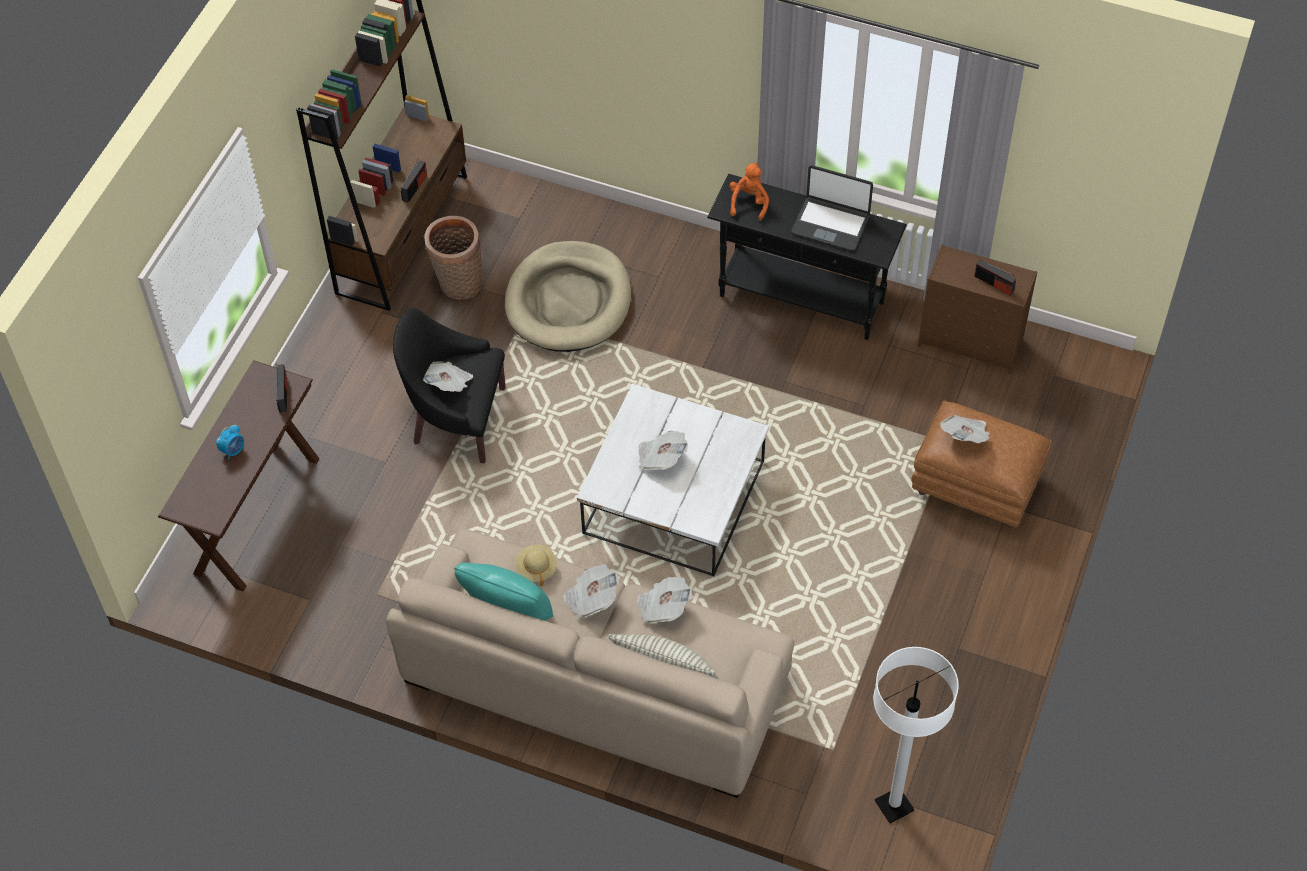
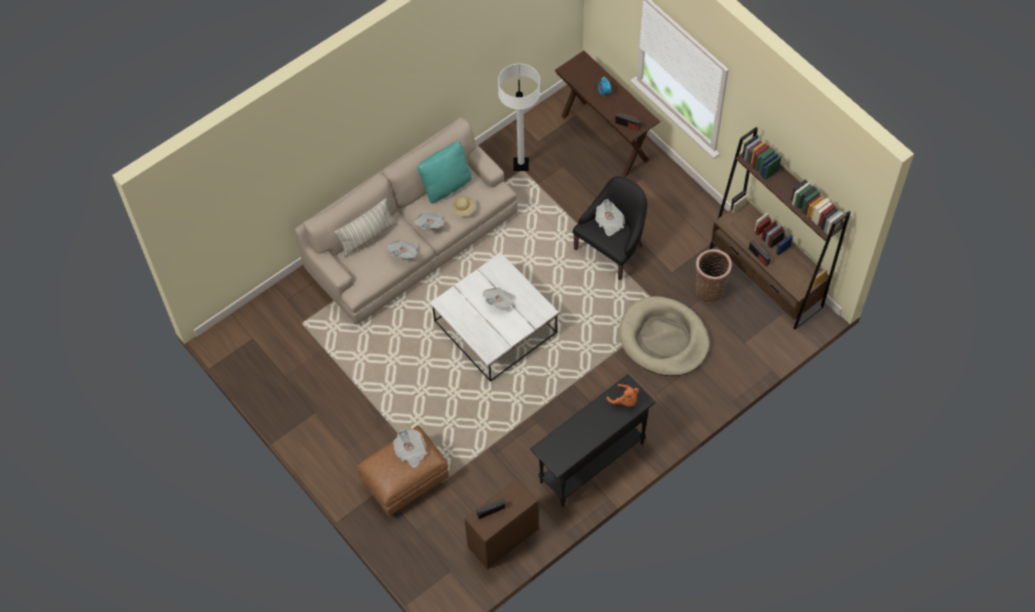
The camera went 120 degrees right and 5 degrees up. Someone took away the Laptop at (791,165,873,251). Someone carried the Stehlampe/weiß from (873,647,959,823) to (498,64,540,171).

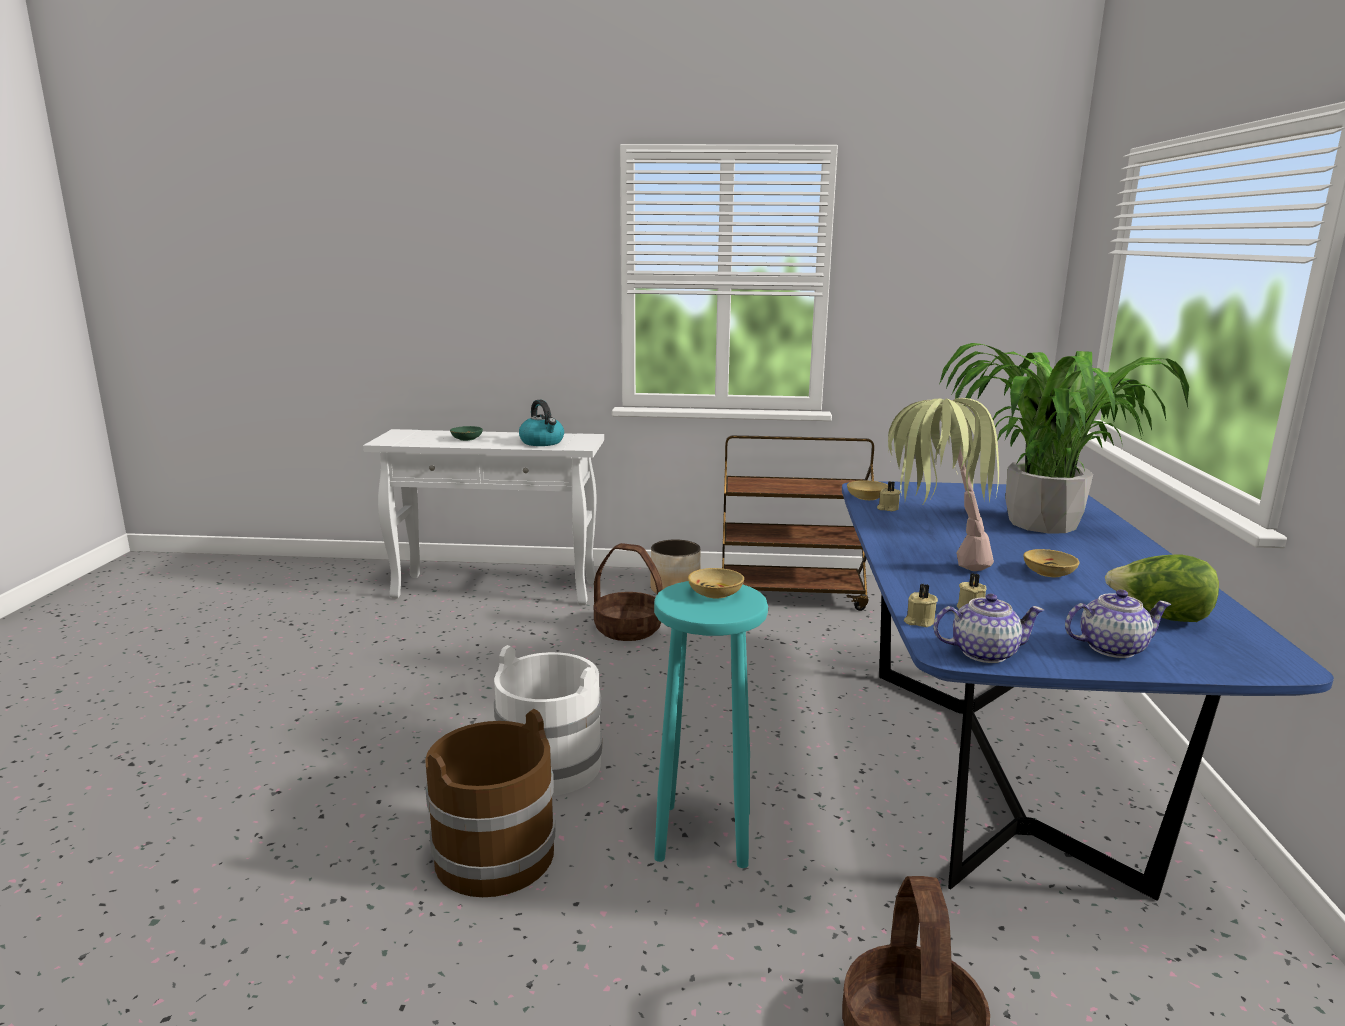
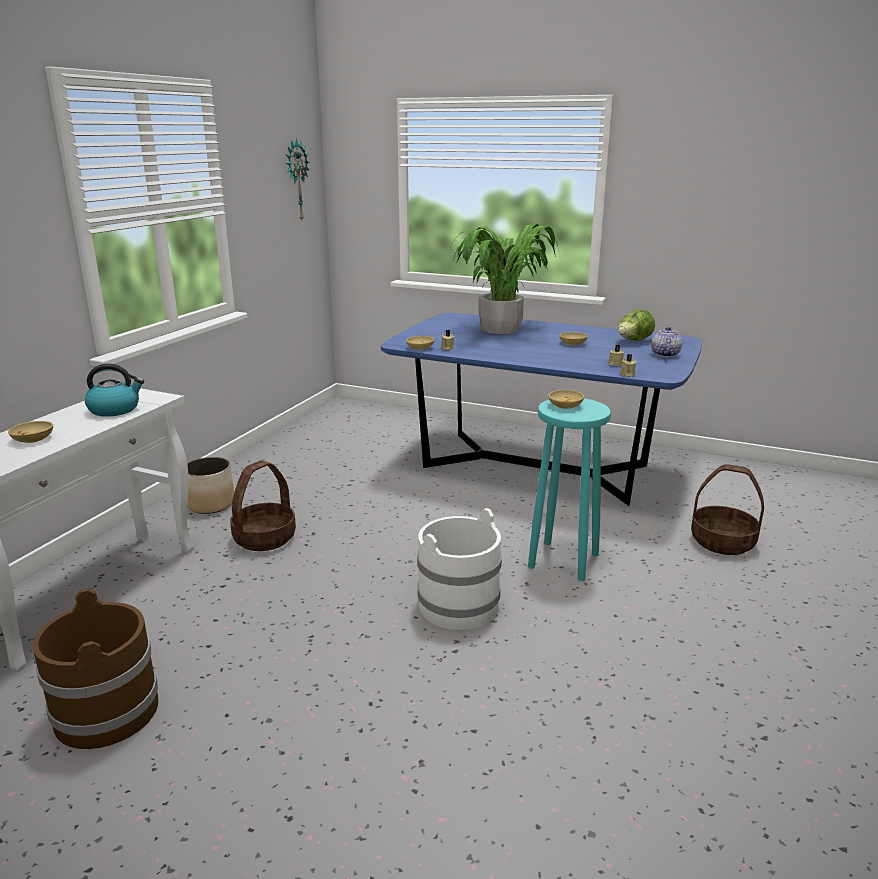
The camera went 70 degrees left and 5 degrees up. Someone took away the Rollwagen/braun at (722,435,874,611). Someone took away the Topfpflanze at (888,398,999,571). Someone took away the Teekanne at (933,594,1044,663). Someone put up the Wanduhr at (285,139,310,220). Someone carried the Eimer/braun from (425,709,555,897) to (33,588,158,749). Someone repainted the Schüssel/grün at (450,426,483,441), which became the Schüssel/beige at (8,421,53,443).

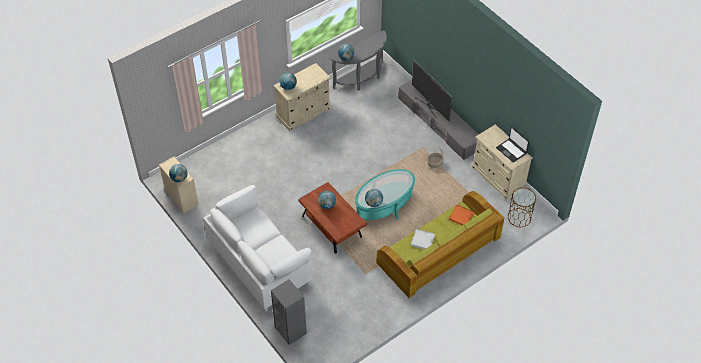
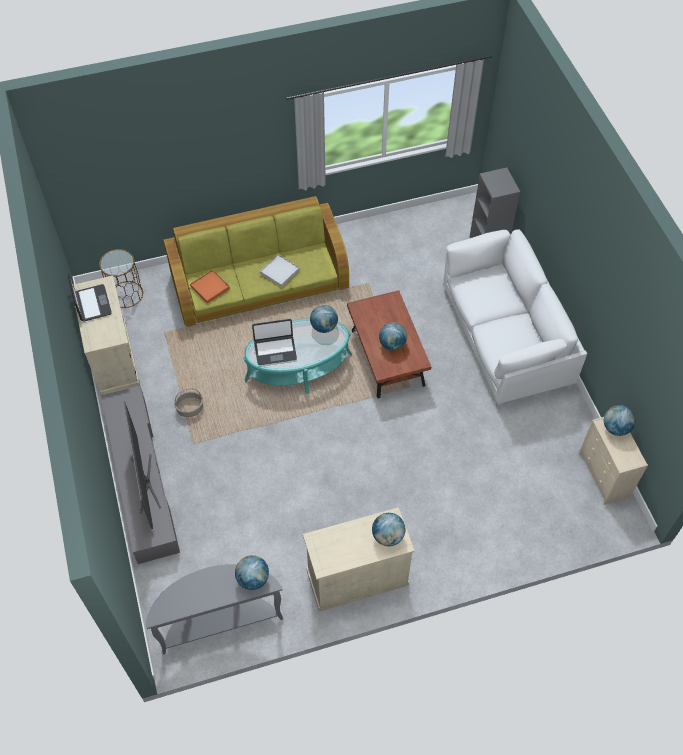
The camera went 160 degrees left and 5 degrees up. Someone put down the Laptop at (252,319,297,365).

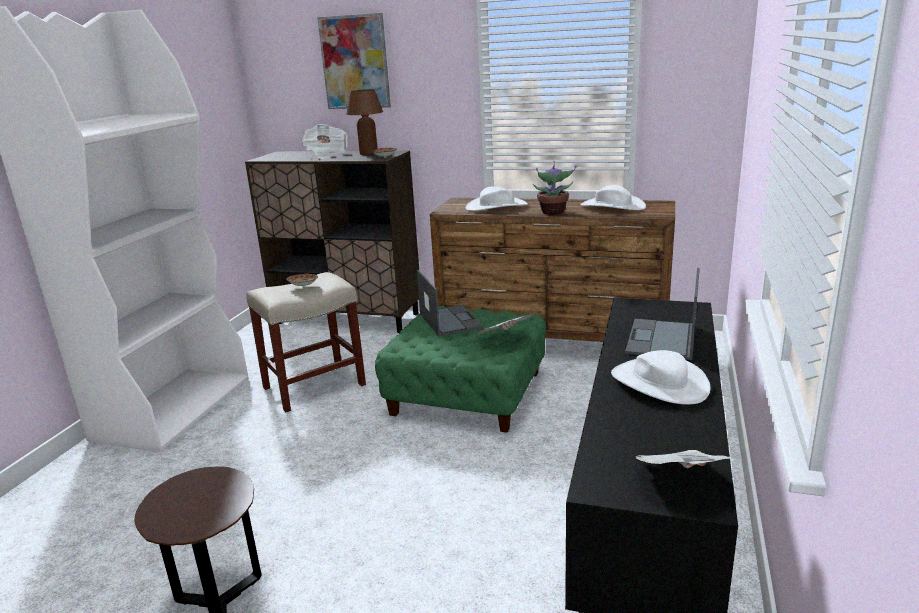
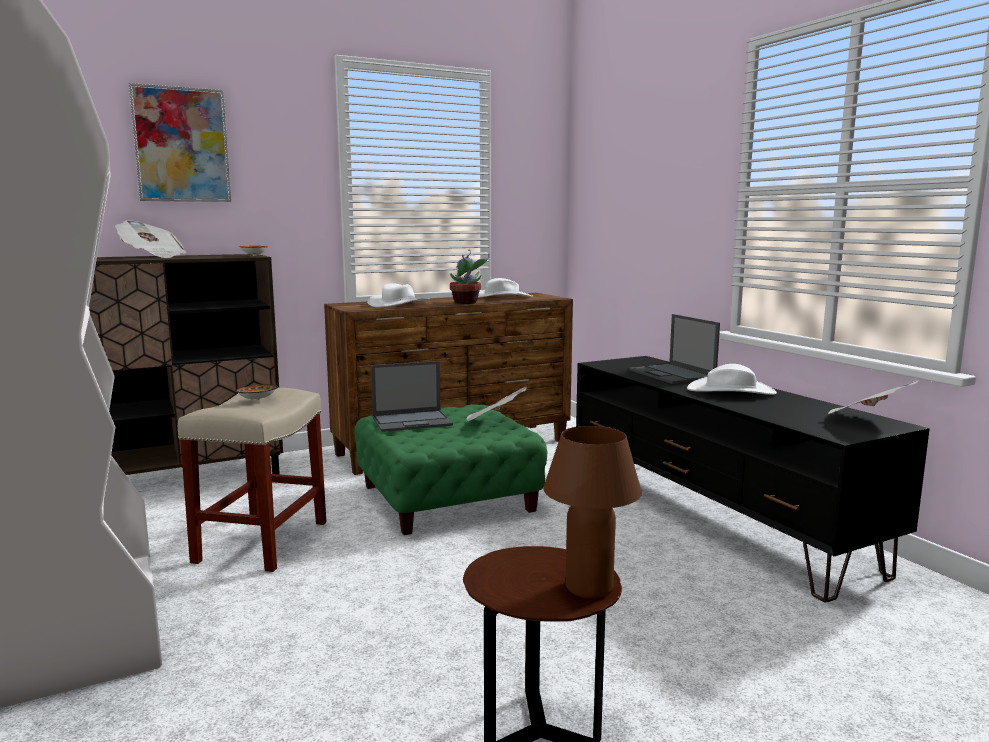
The camera went 45 degrees left and 10 degrees down. Someone carried the Tischlampe/braun from (346,89,383,155) to (543,426,642,598). Someone rotated the Laptop at (417,270,484,337) by 135 degrees clockwise.

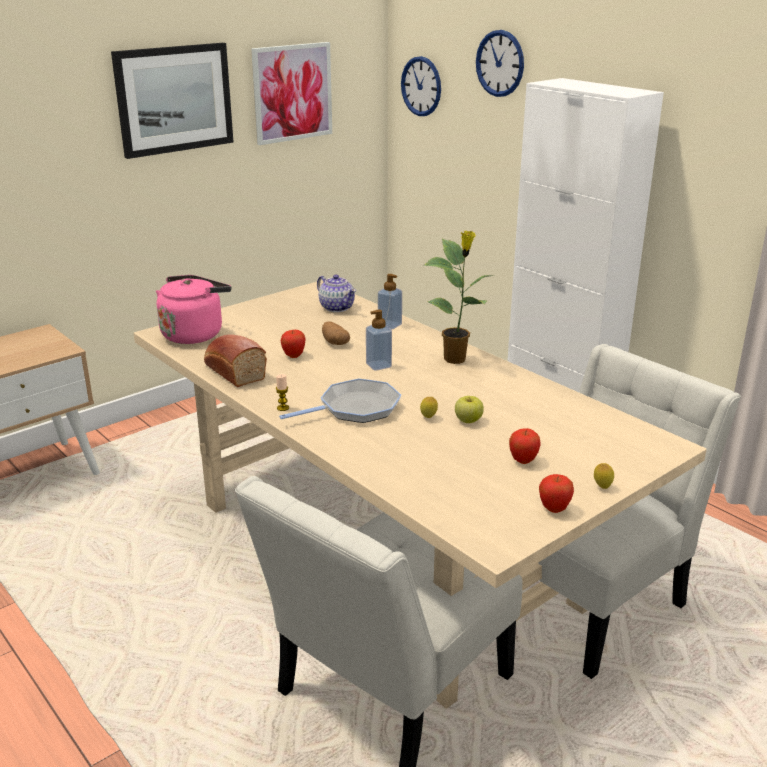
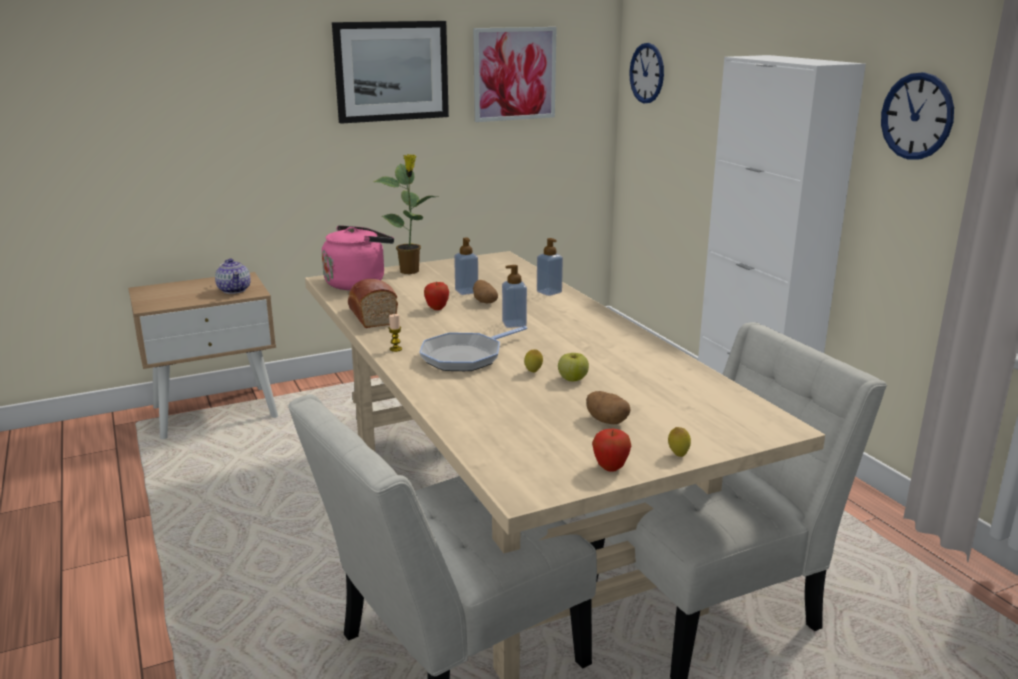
The camera went 15 degrees right and 5 degrees down. Someone put down the Seifenspender at (454,237,478,295). Someone carried the Teekanne from (317,275,356,312) to (215,258,251,294). Someone carried the Topfpflanze from (424,231,495,364) to (374,154,437,274). Someone carried the Wanduhr from (476,30,524,97) to (881,72,954,160). Someone swapped the Apfel at (509,428,541,464) for the Kartoffel at (586,391,631,424). Someone rotated the Pfanne at (279,378,401,423) by 150 degrees clockwise.

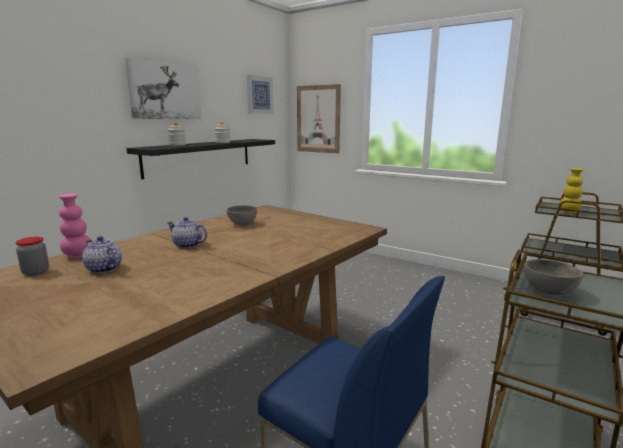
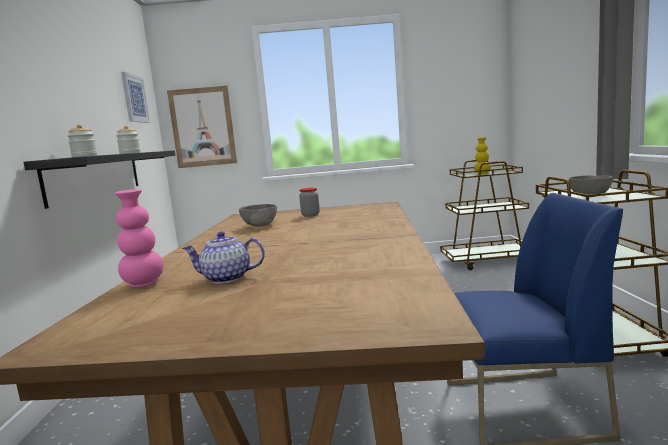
The camera went 35 degrees left and 5 degrees down. Someone took away the Bild at (125,57,201,119). Someone took away the Teekanne at (167,217,207,248). Someone carried the Vorratsglas from (16,237,49,276) to (299,188,320,217).

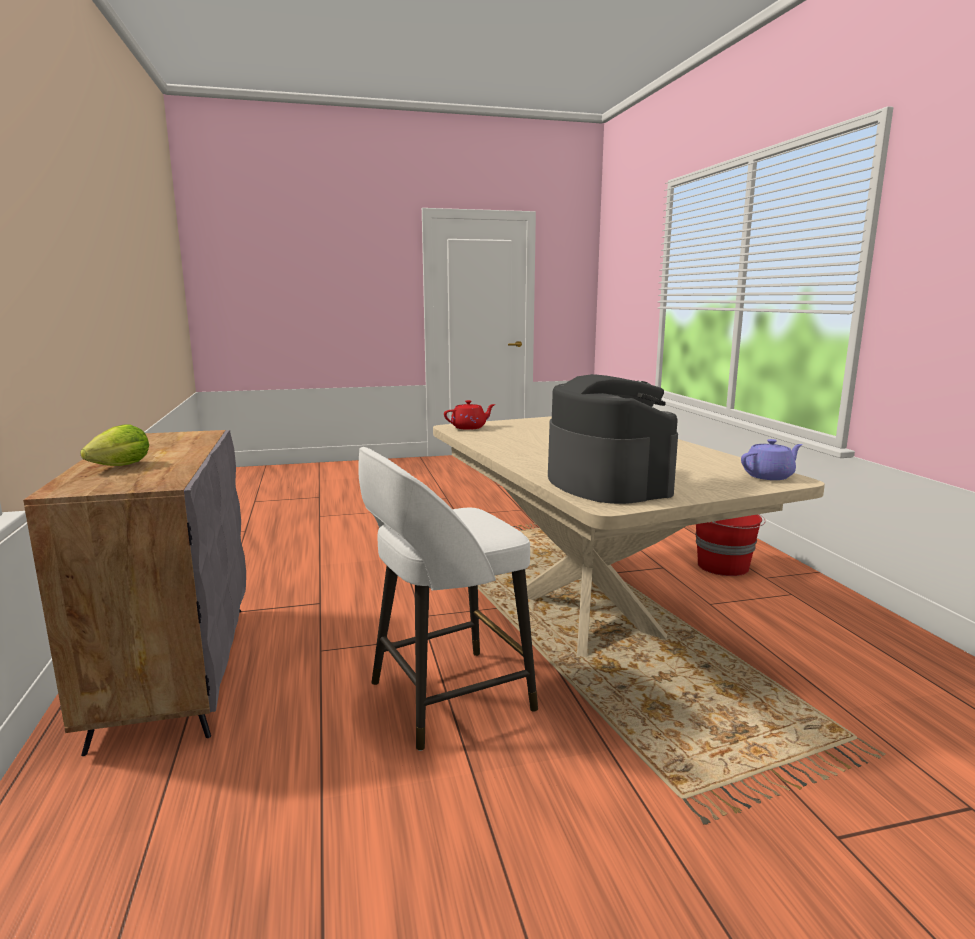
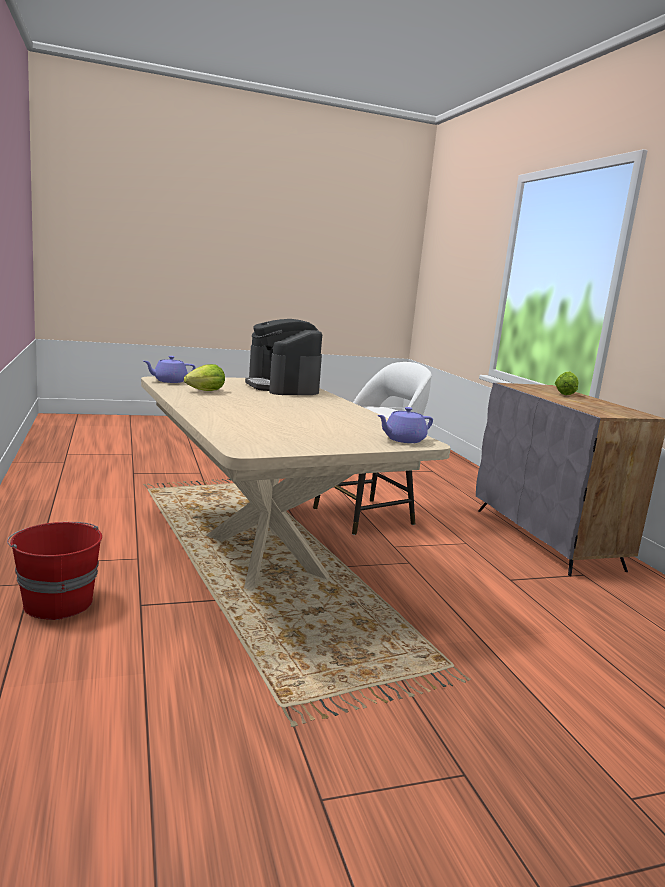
The camera went 175 degrees right and 0 degrees up. Someone put down the Salatkopf at (184,364,225,391). Someone repainted the Teekanne/rot at (444,400,496,430), which became the Teekanne/lila at (377,407,433,443).

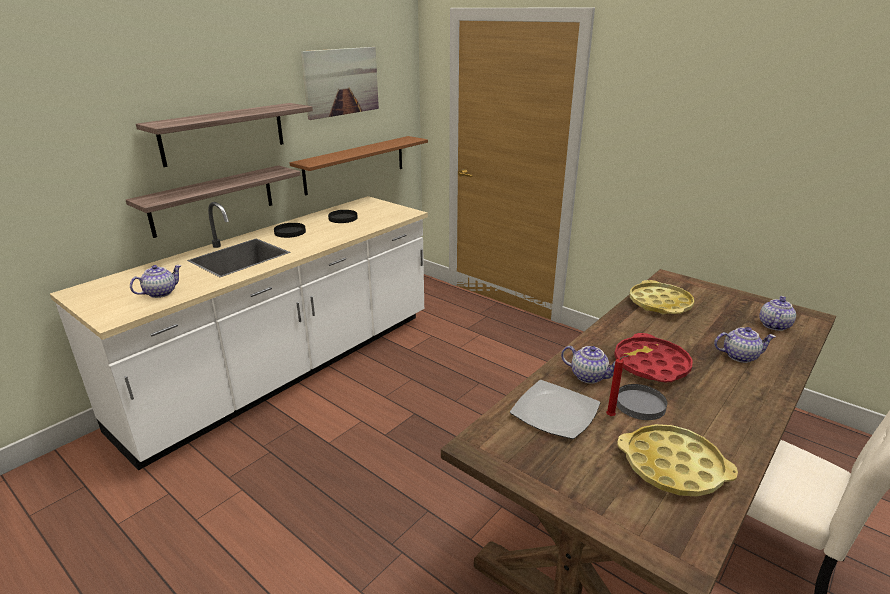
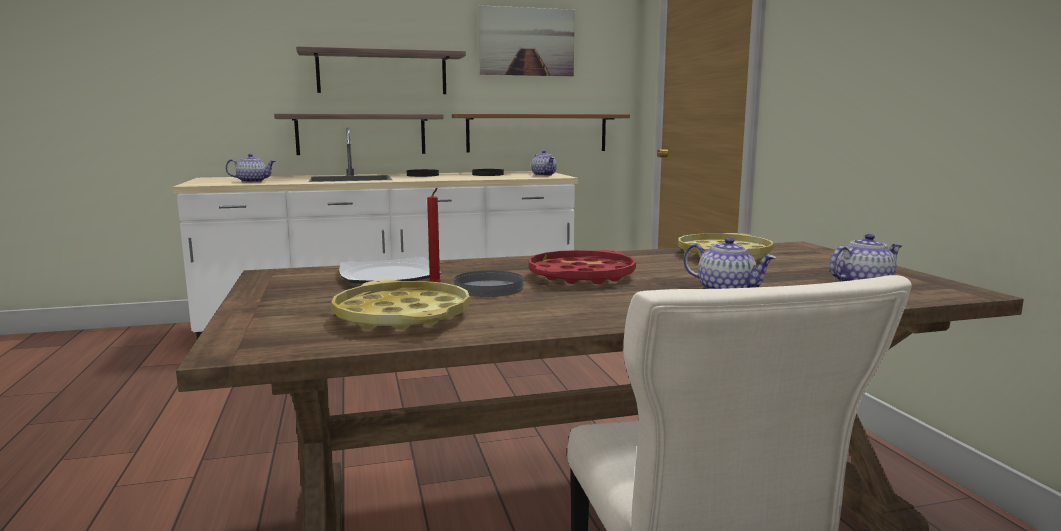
The camera went 35 degrees right and 15 degrees down. Someone carried the Teekanne from (561,346,615,384) to (531,150,557,176).

